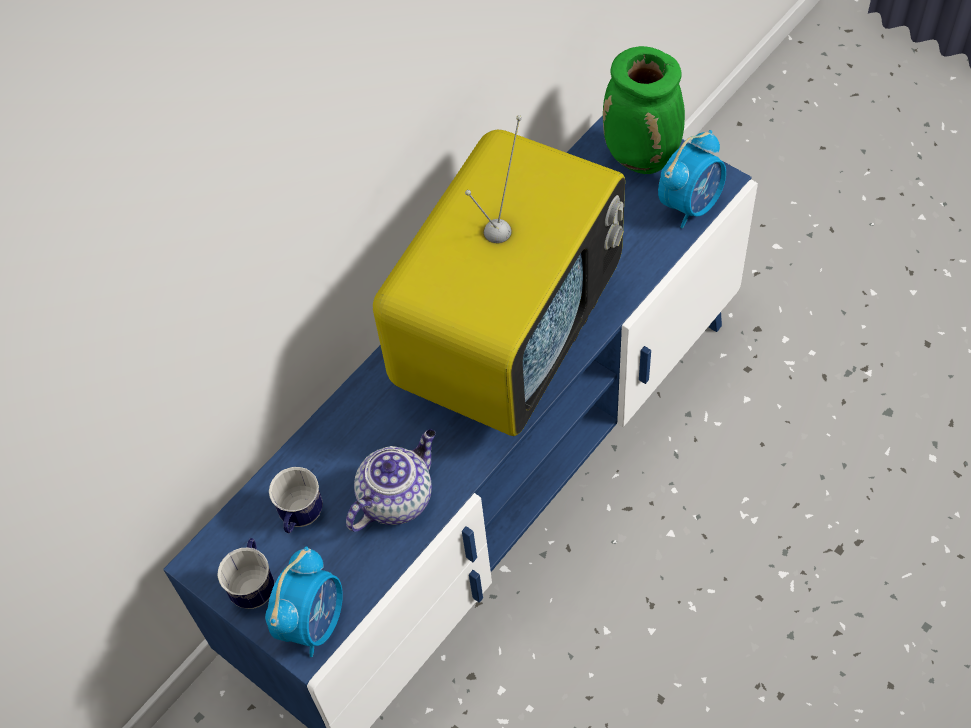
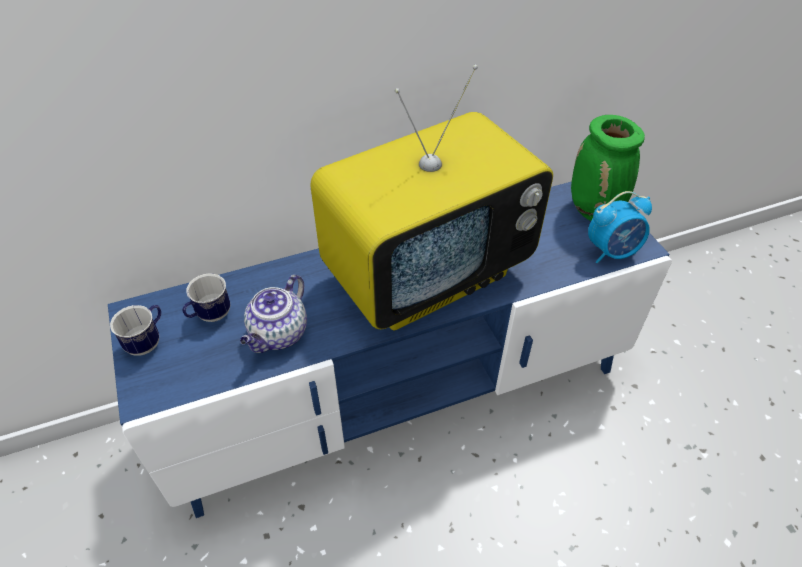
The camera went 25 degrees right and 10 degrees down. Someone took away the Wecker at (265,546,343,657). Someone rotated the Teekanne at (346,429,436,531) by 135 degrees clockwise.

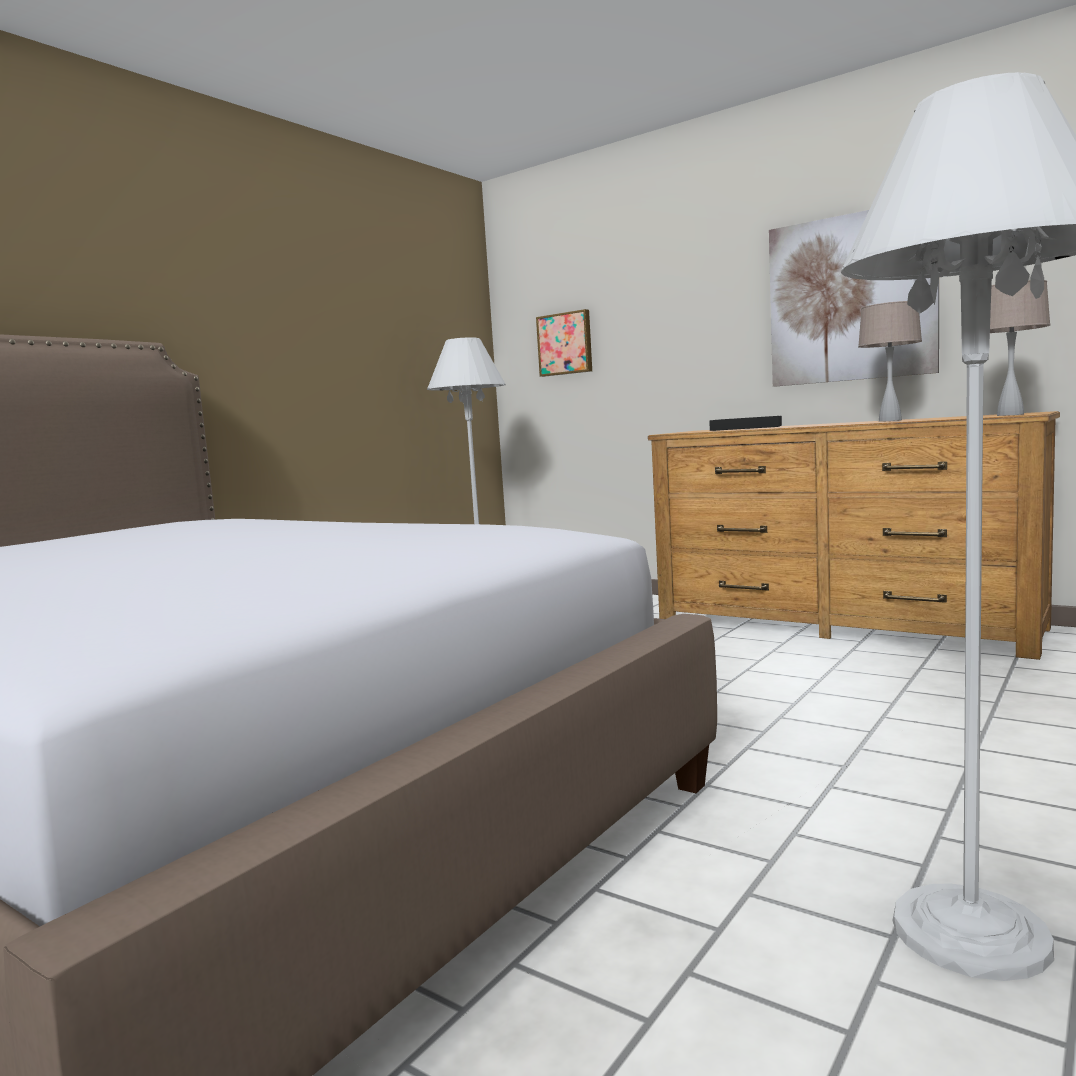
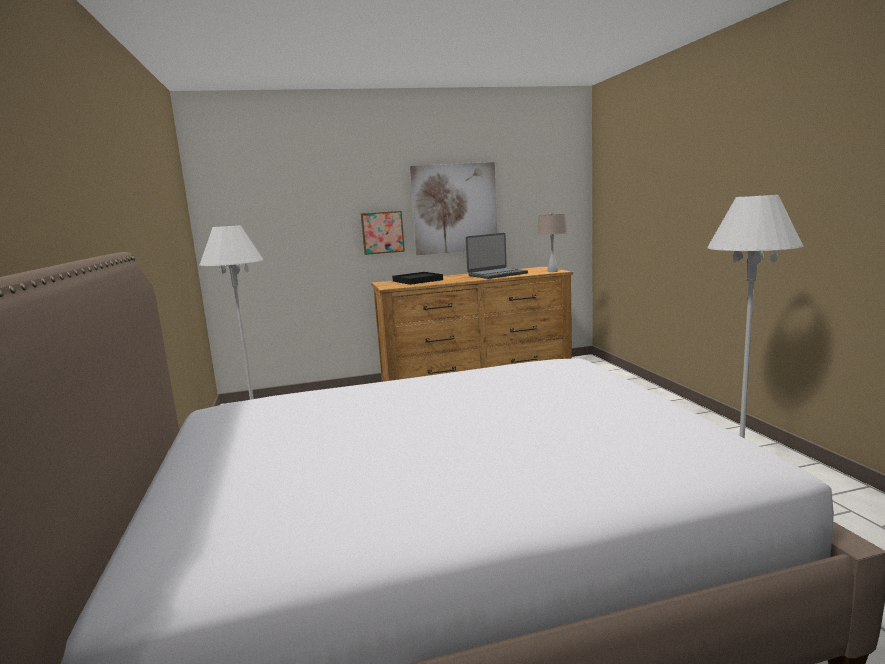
The camera went 50 degrees left and 5 degrees up. Someone carried the Bild from (536,309,592,377) to (361,211,405,255). Someone swapped the Tischlampe/beige at (858,301,922,422) for the Laptop at (466,233,528,279).

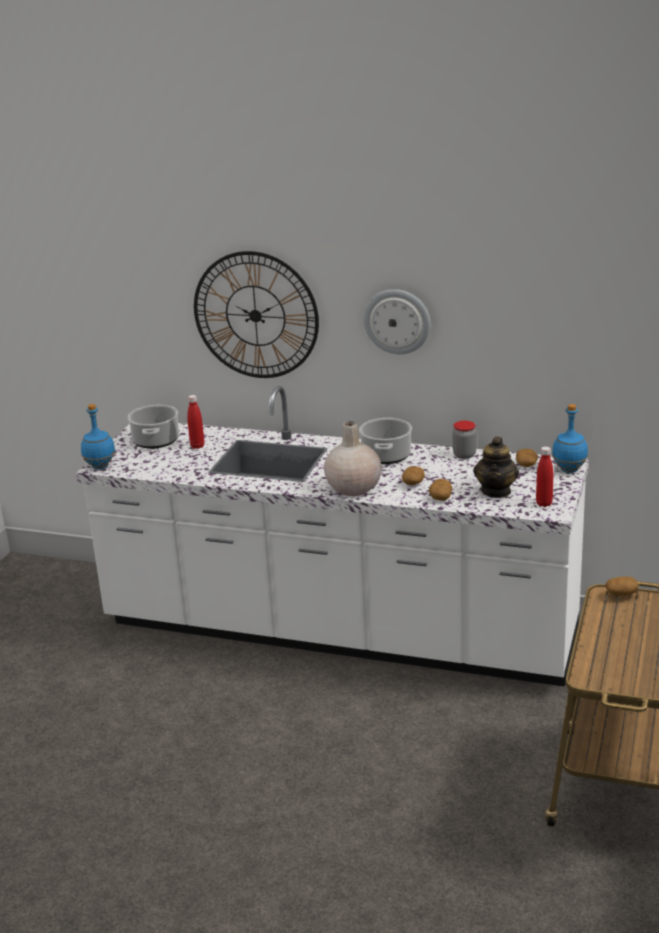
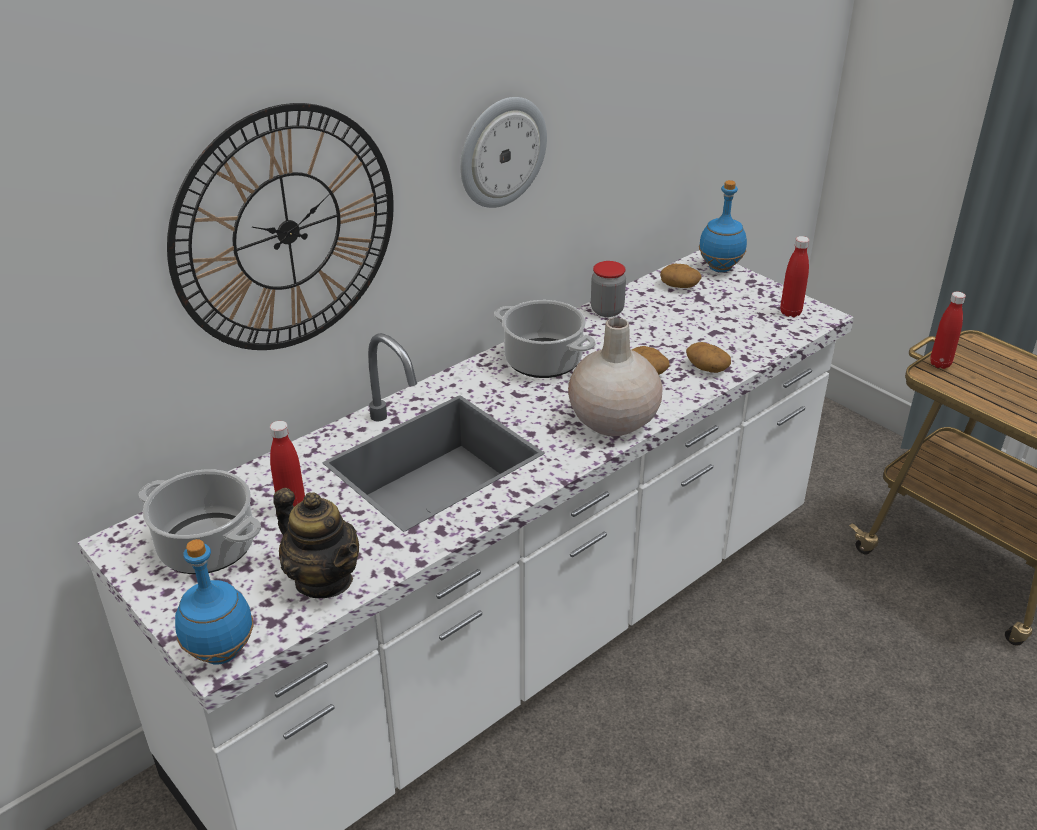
The camera went 60 degrees left and 10 degrees up. Someone carried the Teekanne from (473,437,519,498) to (273,488,359,598). Someone swapped the Kartoffel at (605,576,639,596) for the Flasche/rot at (930,292,966,369).

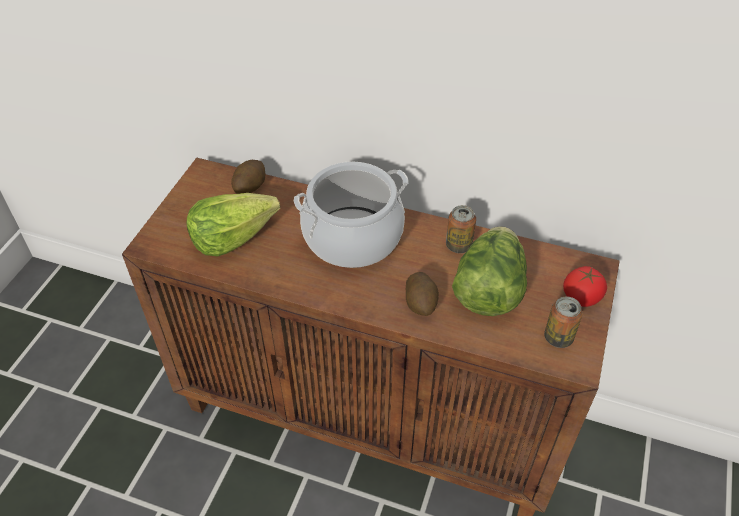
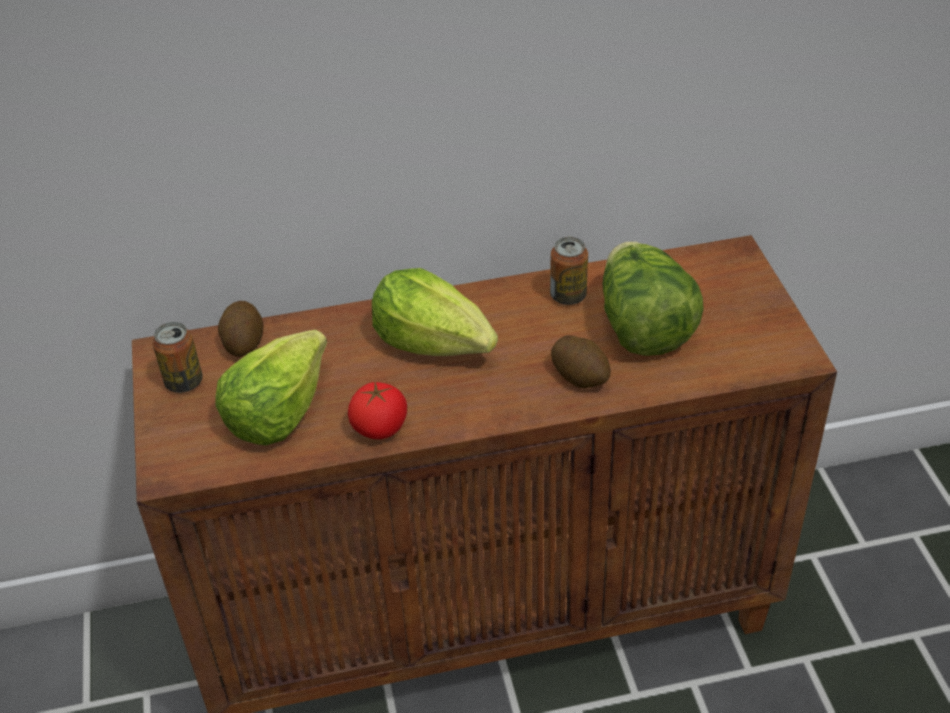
The camera went 30 degrees left and 5 degrees down. Someone carried the Dose from (544,297,583,348) to (152,322,203,393). Someone carried the Tomate from (563,266,607,307) to (348,382,407,439). Someone swapped the Kochtopf at (294,162,408,268) for the Salatkopf at (372,268,498,356).

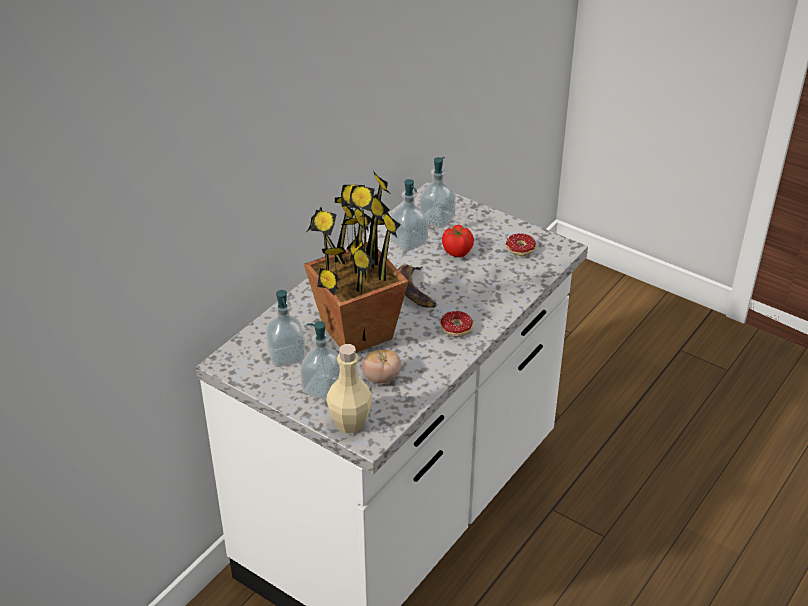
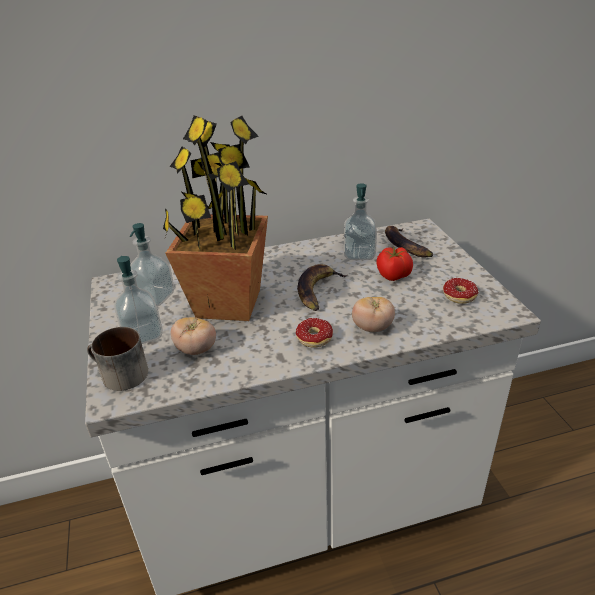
The camera went 40 degrees right and 5 degrees down. Someone put down the Tomate at (352,296,395,332). Someone swapped the Flasche/beige at (326,344,373,433) for the Henkelbecher at (87,327,148,391). Someone swapped the Seifenspender at (419,157,456,228) for the Banane at (385,226,433,257).

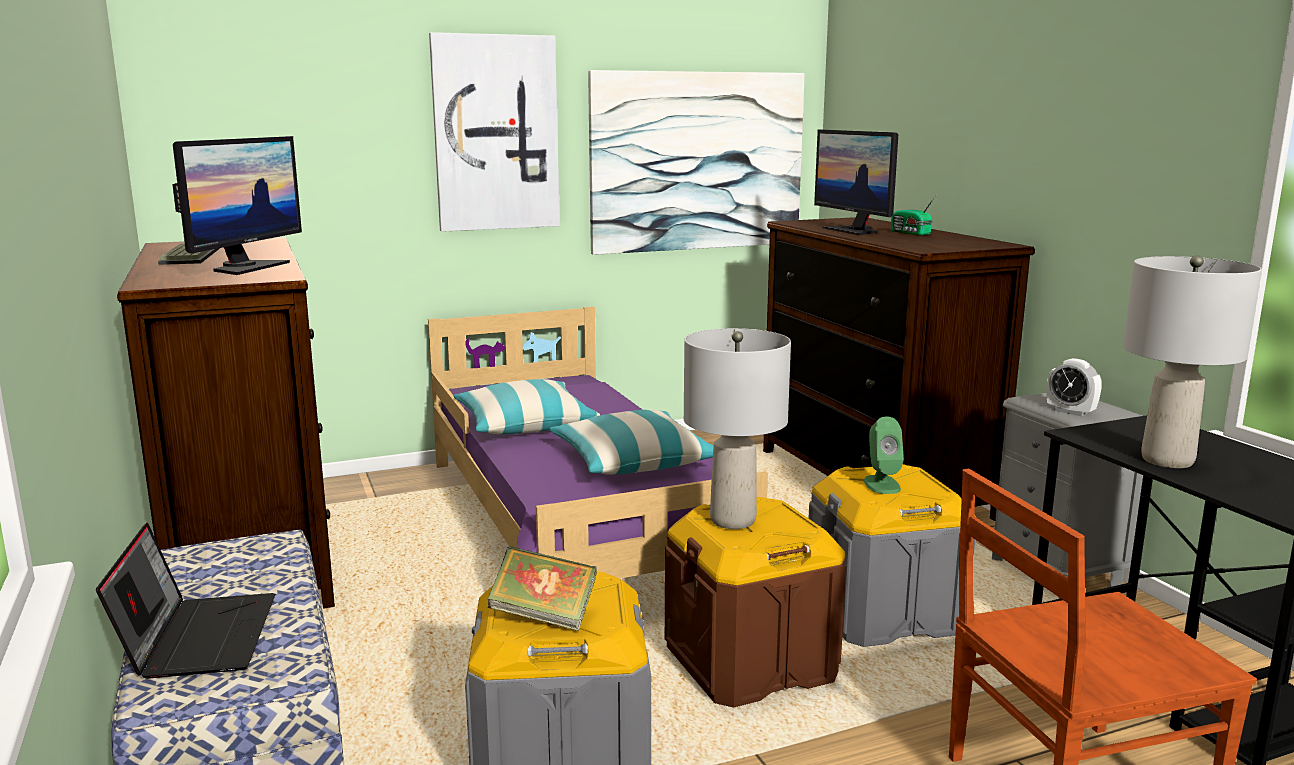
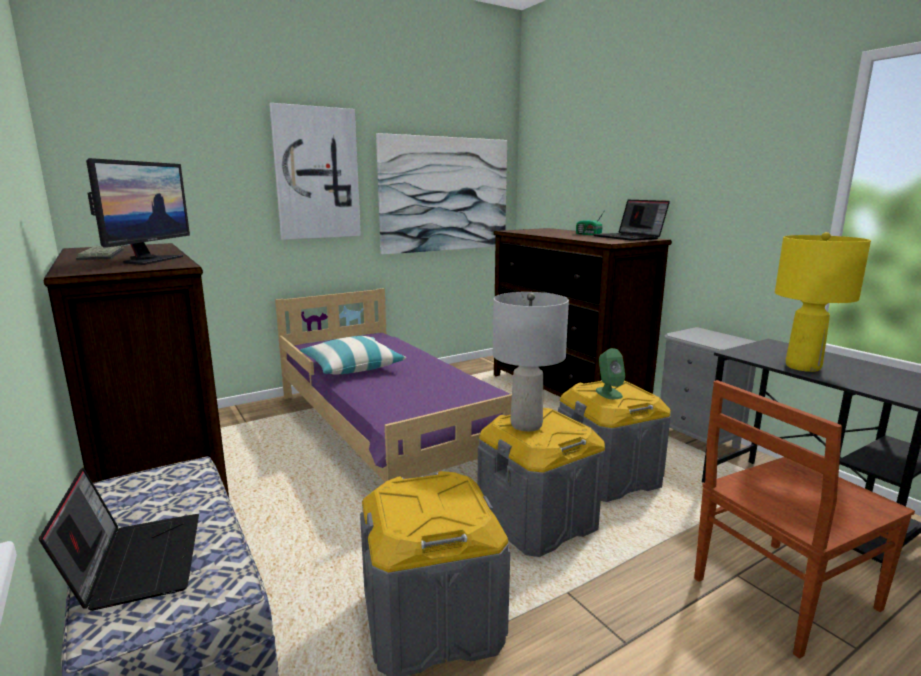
The camera went 10 degrees left and 0 degrees up. Someone took away the Buch at (488,546,597,631). Someone took away the Kissen at (549,409,714,475). Someone took away the Monitor at (814,129,898,235). Someone took away the Wecker at (1047,358,1102,417). Someone put down the Laptop at (593,200,670,241). Someone repainted the Aufbewahrungsbox/braun at (665,497,846,707), which became the Aufbewahrungsbox/grau at (478,408,605,557). Someone repainted the Tischlampe/grau at (1123,255,1262,468), which became the Tischlampe/gelb at (775,232,871,372).

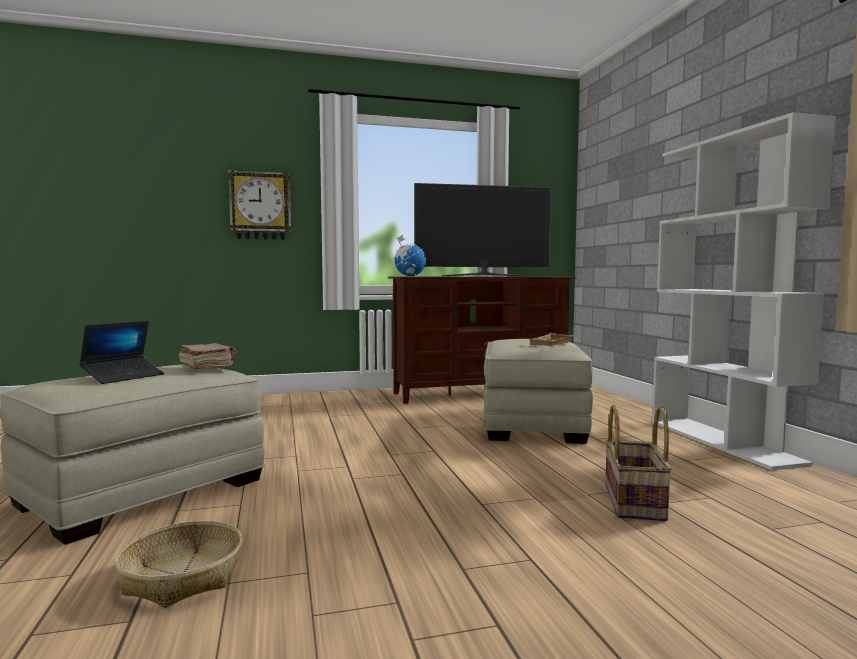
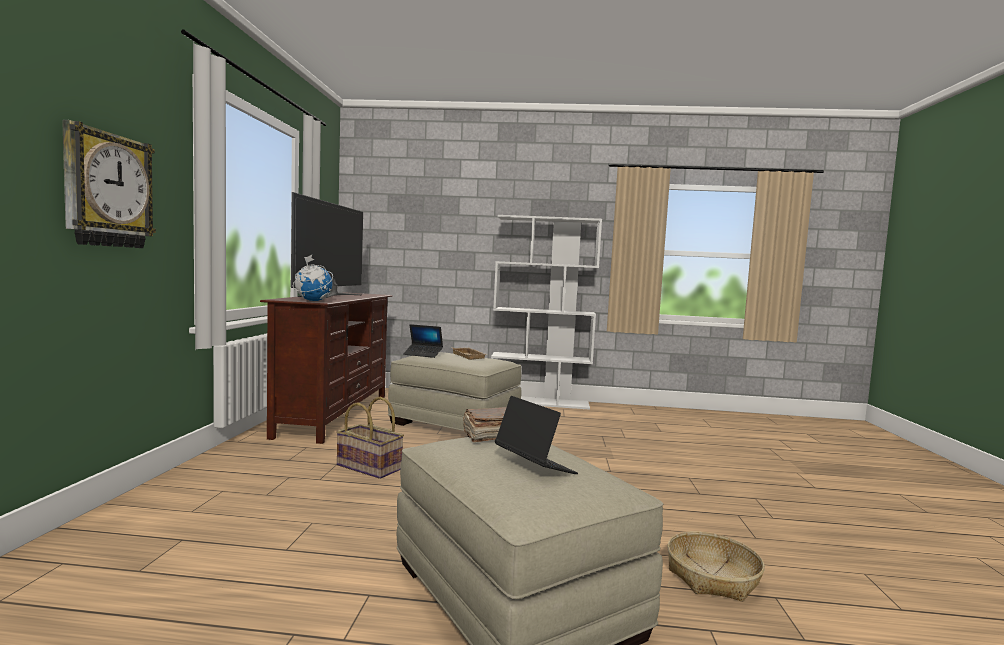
The camera went 70 degrees left and 0 degrees up. Someone put down the Laptop at (403,324,443,358). Someone carried the Korb from (605,404,672,521) to (336,397,404,479).

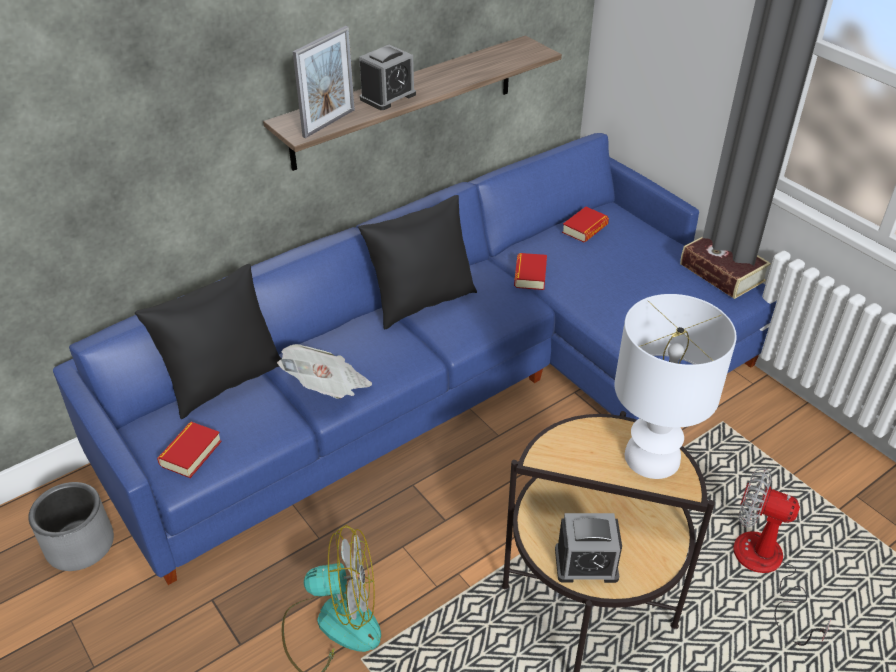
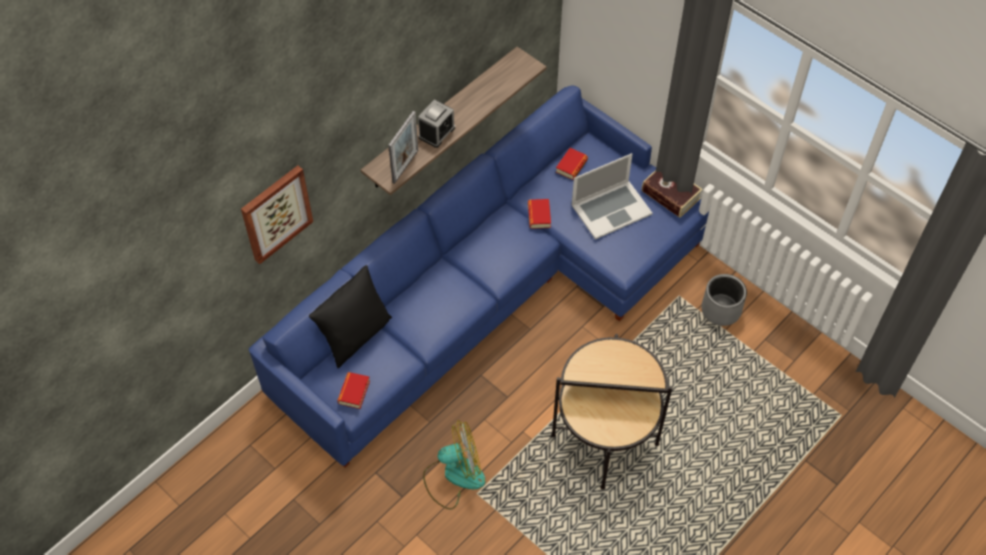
The camera went 10 degrees left and 15 degrees up. Someone took away the Zeitung at (277,344,372,399). Someone took away the Kissen/schwarz at (358,195,477,329). Someone took away the Wecker at (555,513,622,583). Someone took away the Tischlampe/weiß at (614,294,737,479). Someone took away the Ventilator at (733,468,831,646). Someone put up the Bild at (241,165,313,264). Someone put down the Laptop at (572,153,653,240). Someone carried the Pflanzkübel/grau from (28,482,114,571) to (701,274,747,326).

